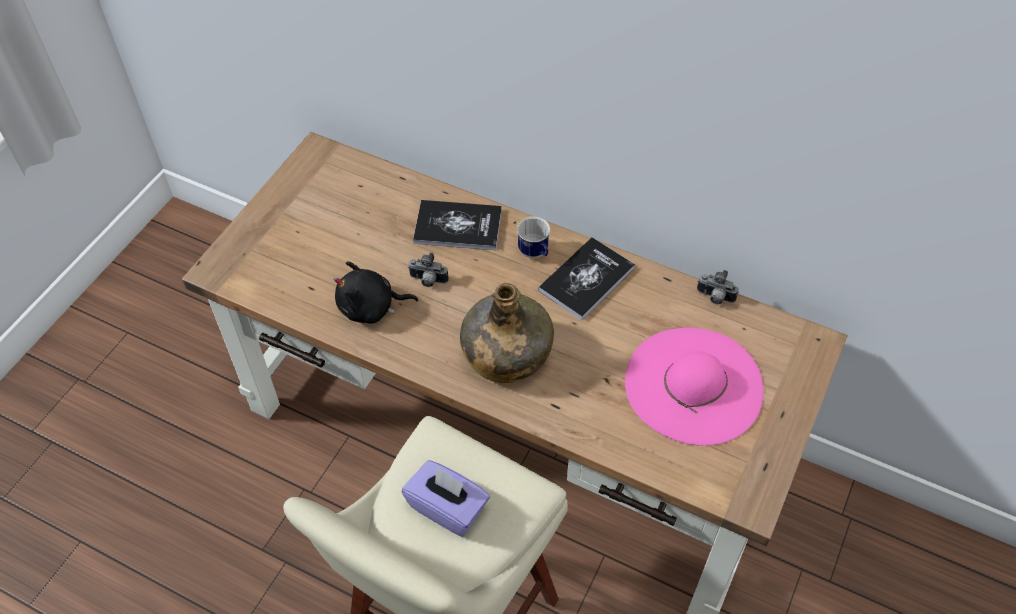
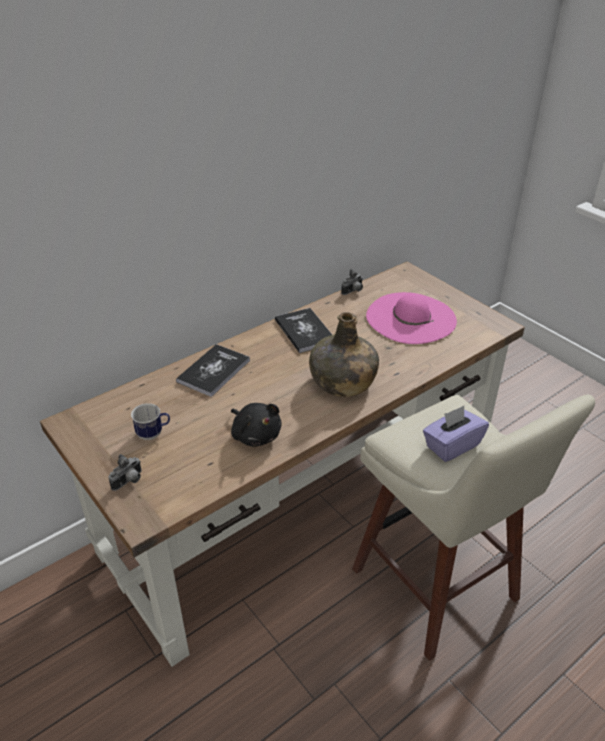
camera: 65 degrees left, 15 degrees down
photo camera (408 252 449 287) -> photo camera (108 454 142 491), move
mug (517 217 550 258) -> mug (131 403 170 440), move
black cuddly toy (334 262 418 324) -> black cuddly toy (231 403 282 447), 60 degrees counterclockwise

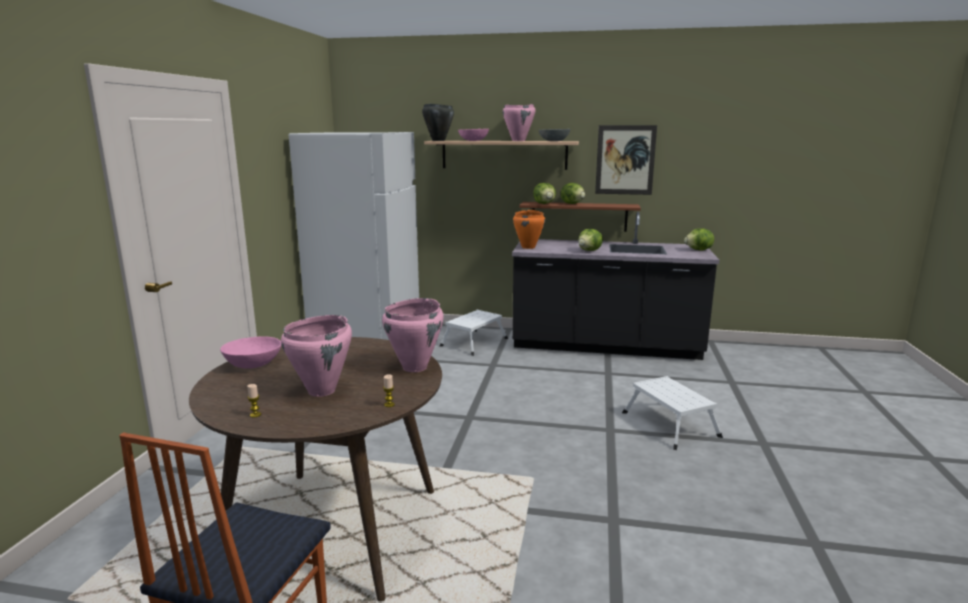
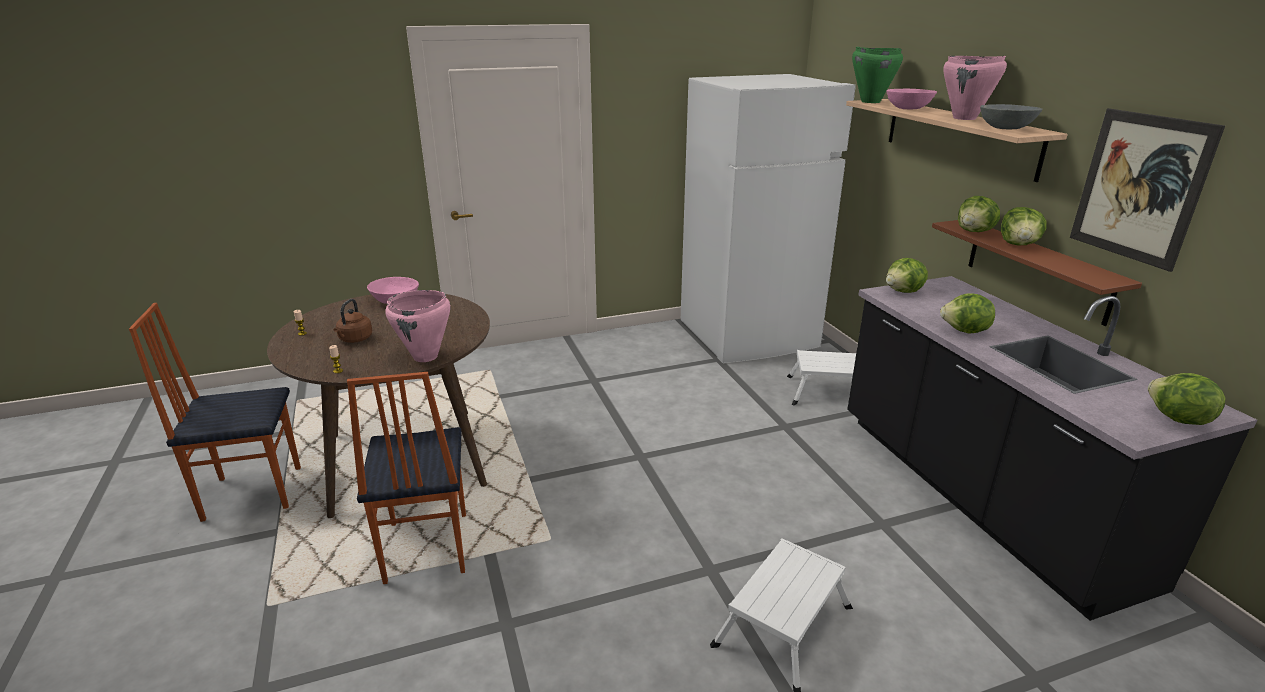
camera: 60 degrees right, 10 degrees up
none -> plain chair (347 372 466 584)
pinkish saucepot (281 315 352 397) -> brownish kettle (333 299 372 343)
orangey saucepot (513 210 545 249) -> lettuce head (886 258 928 293)
black saucepot (422 104 454 141) -> green-coloured saucepot (852 47 903 103)

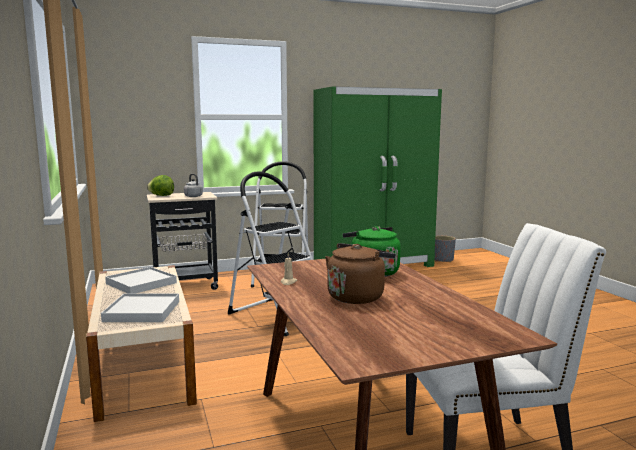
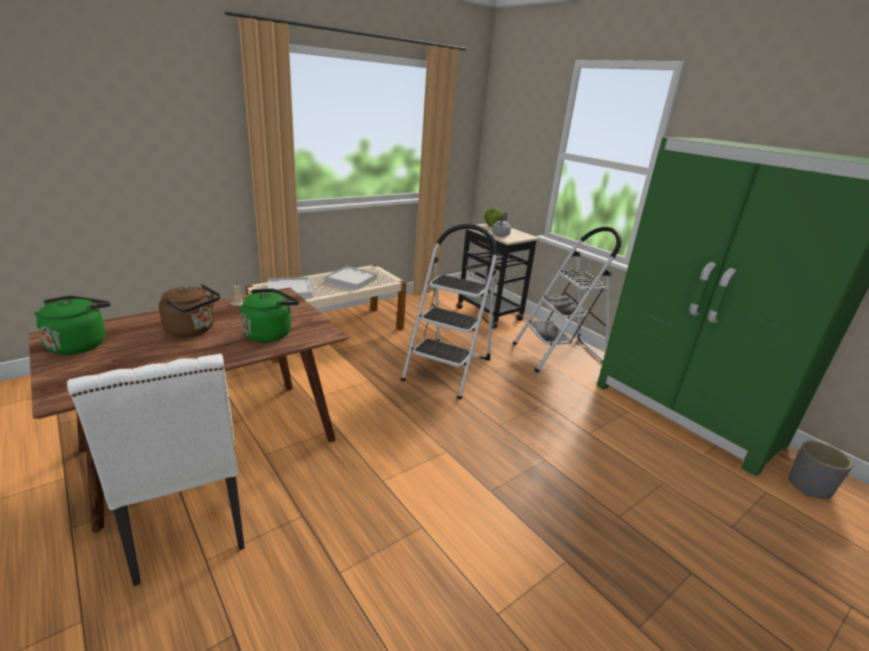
camera: 70 degrees right, 15 degrees up
none -> green-coloured kettle (34 296 111 355)

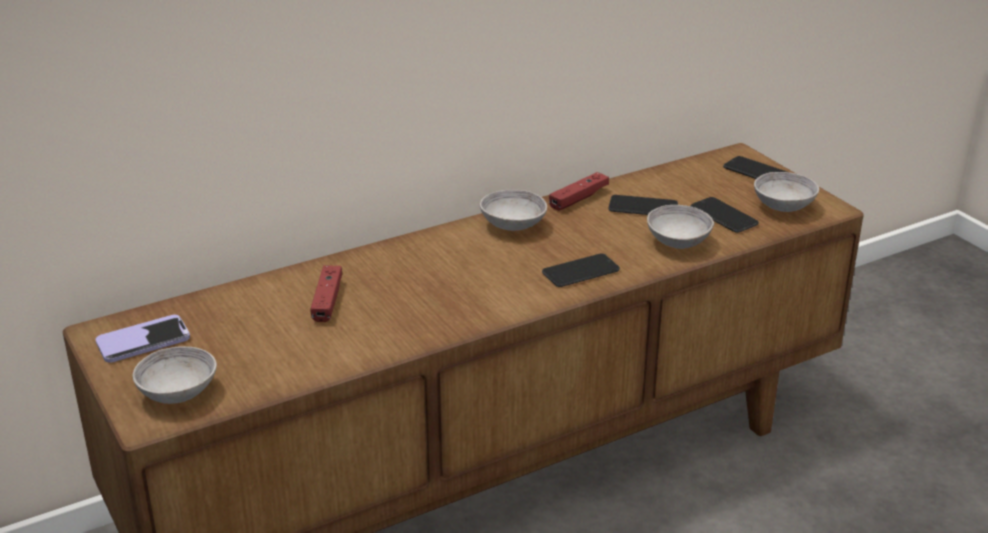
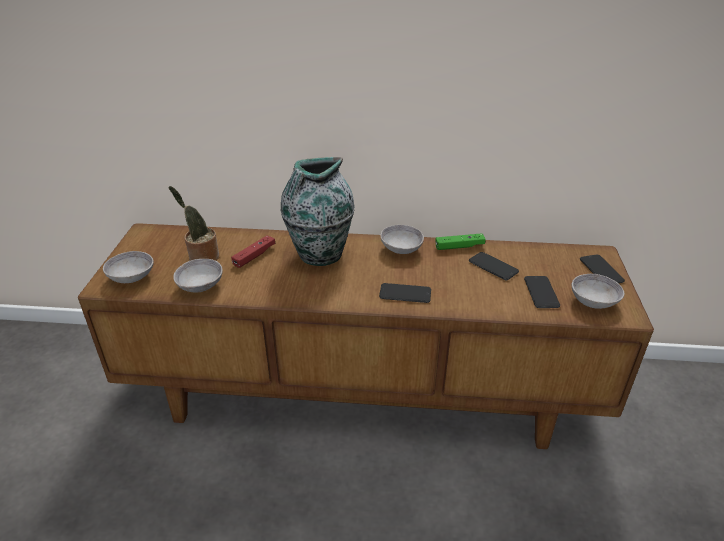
camera: 35 degrees right, 5 degrees up
telephone (96 315 190 363) -> none
none -> houseplant (169 186 219 261)
none -> vase (281 157 355 266)
gray bowl (647 205 714 249) -> gray bowl (173 259 223 292), move
red joypad (549 172 609 211) -> green-coloured joypad (436 233 486 250)

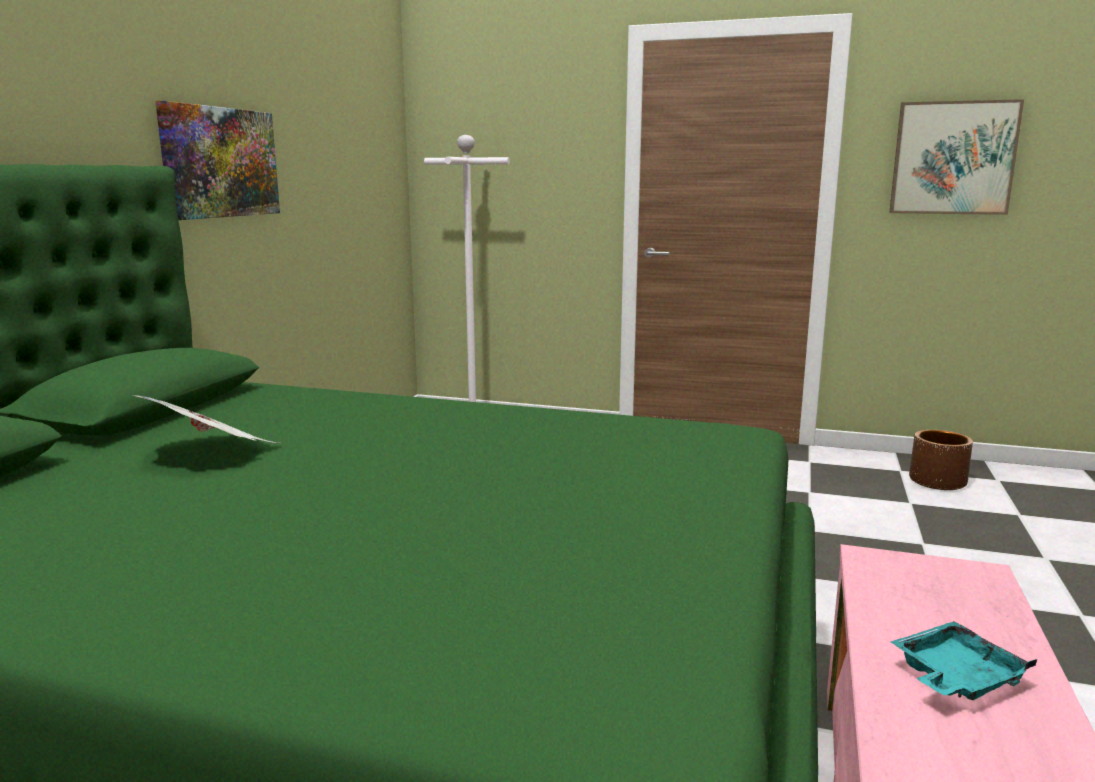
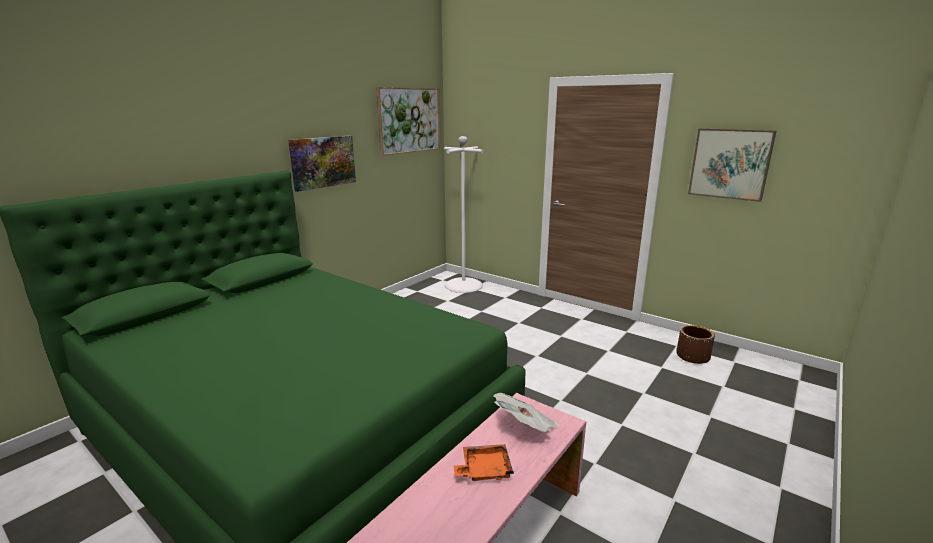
camera: 20 degrees right, 5 degrees up
none -> wall art (376 87 440 156)
newspaper (130 395 277 443) -> newspaper (494 393 560 433), move
turquoise carrying tray (891 621 1038 700) -> orangey carrying tray (454 444 514 481)

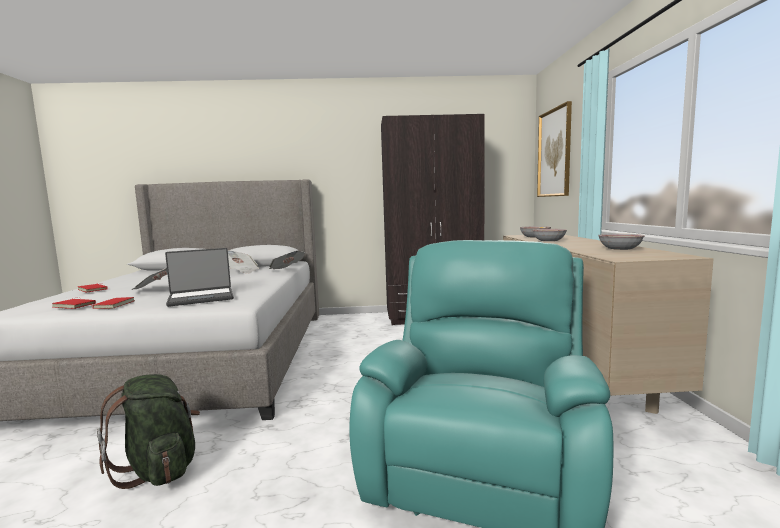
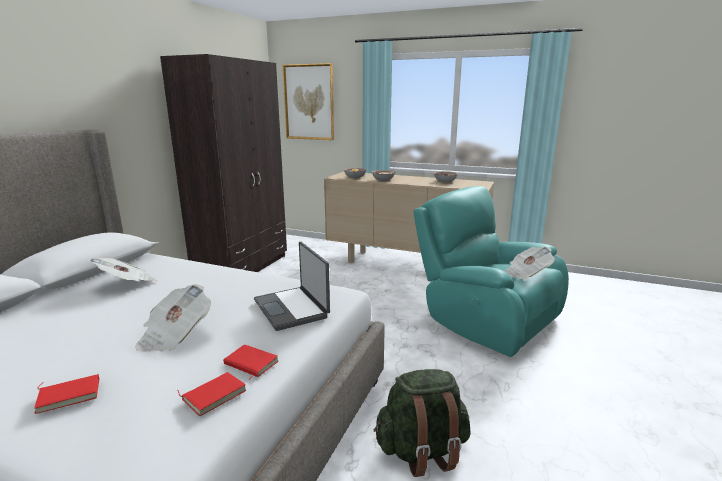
camera: 65 degrees left, 10 degrees up
newspaper (269 251 304 269) -> newspaper (505 247 555 280), move
notebook computer (165 248 234 307) -> notebook computer (254 242 330 331), 150 degrees clockwise

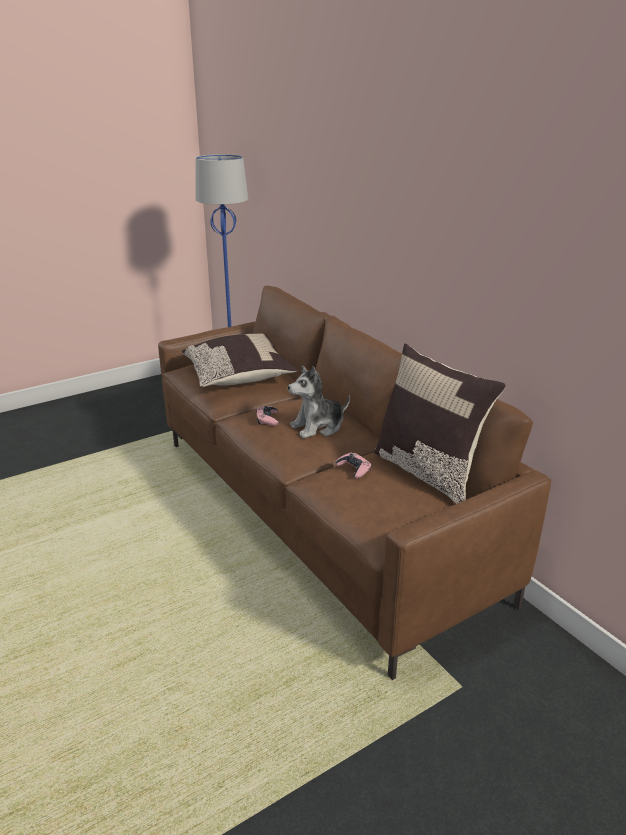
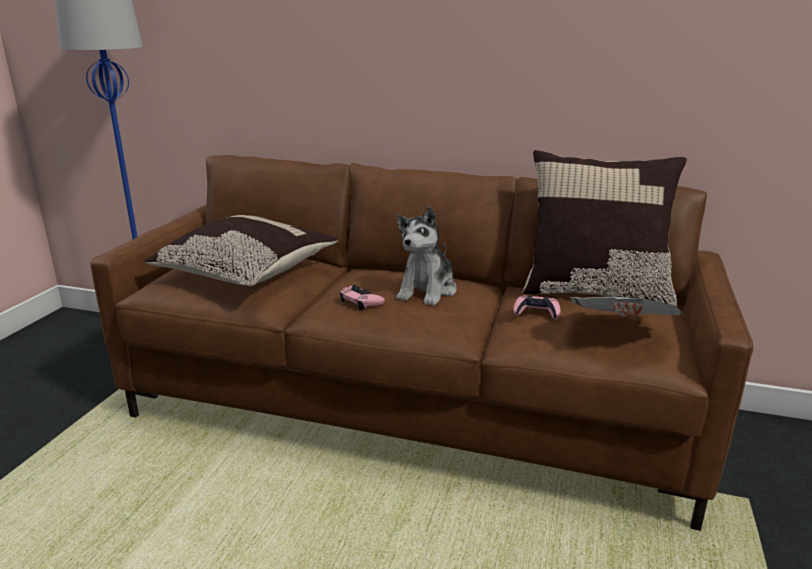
camera: 40 degrees left, 5 degrees down
none -> newspaper (569 297 683 317)

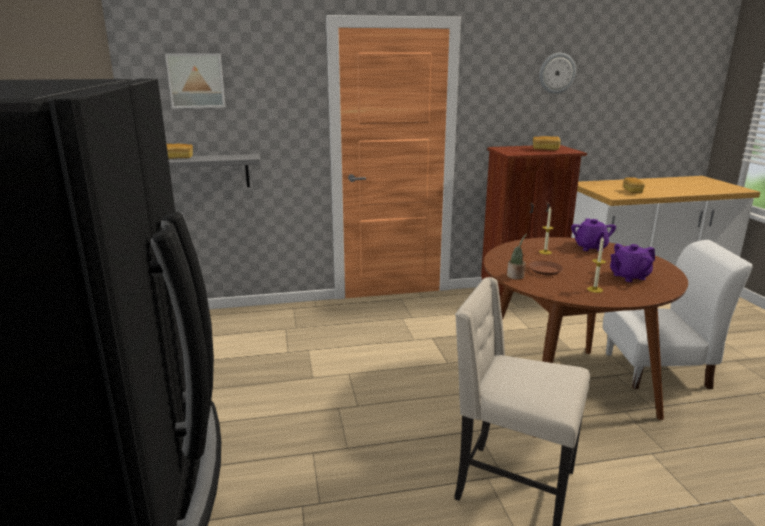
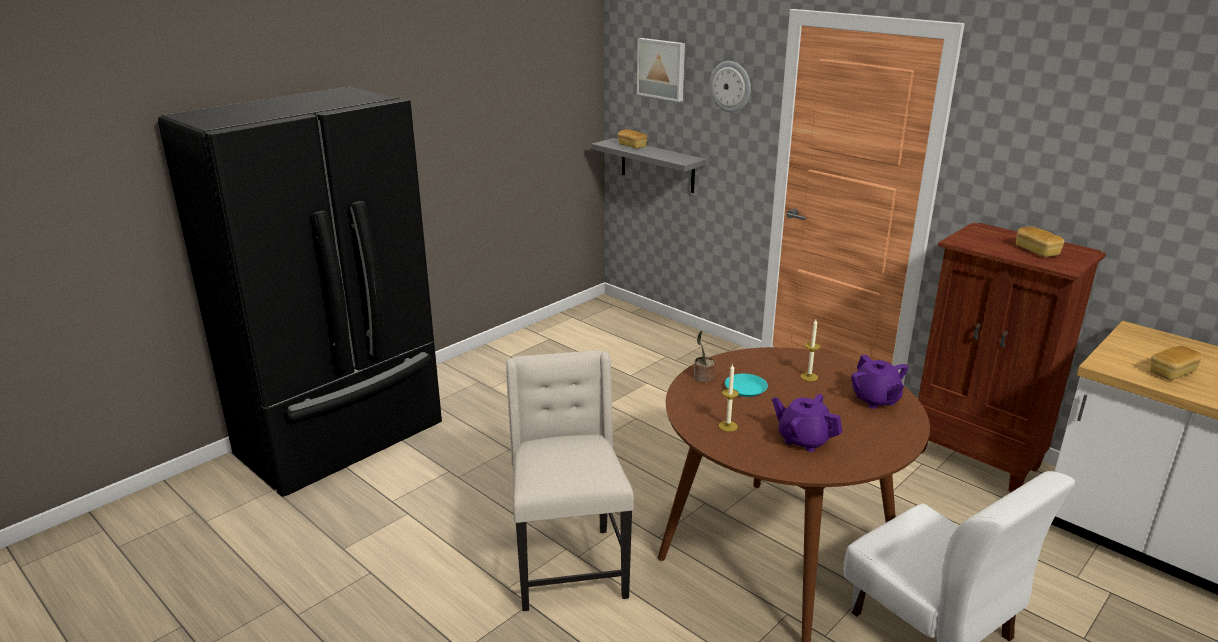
camera: 55 degrees right, 5 degrees up
hanging clock (540 53 576 94) -> hanging clock (710 61 751 112), move
brownish dinner plate (528 261 563 275) -> turquoise dinner plate (725 374 768 397)
purplish teapot (571 219 616 251) -> purplish teapot (851 355 908 409), 75 degrees counterclockwise

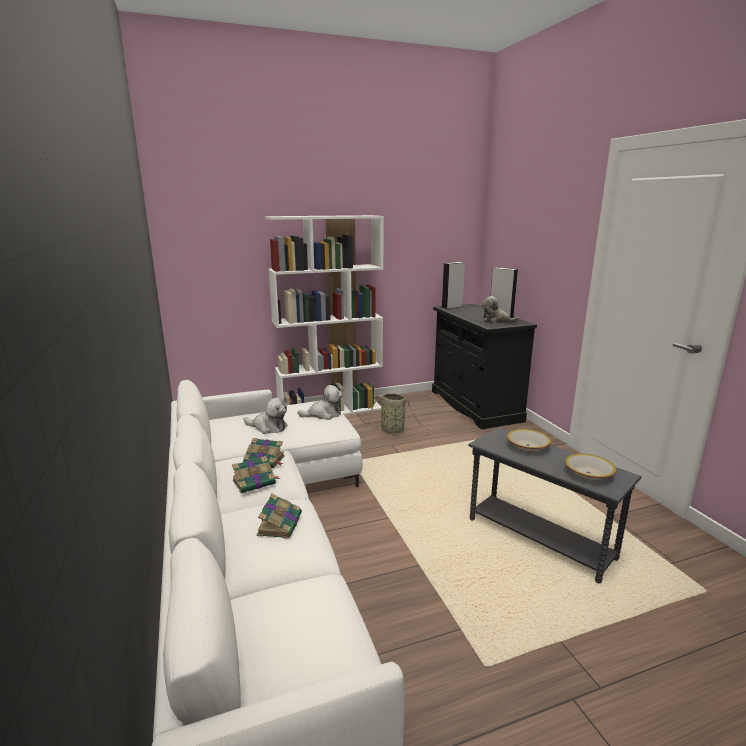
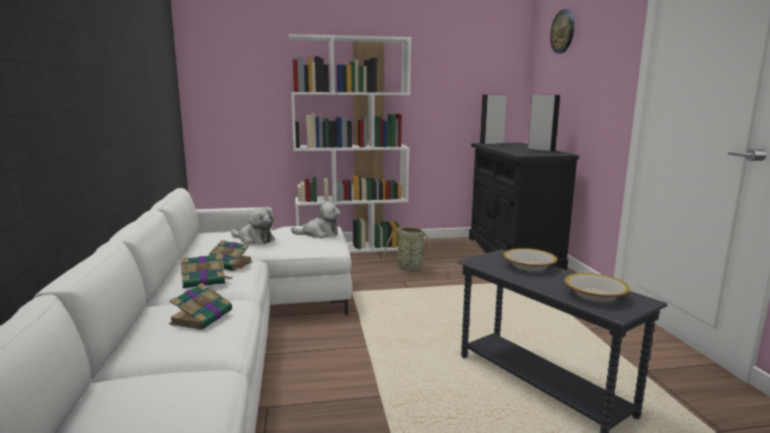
camera: 10 degrees right, 5 degrees down
cuddly toy (482 296 519 323) -> none
none -> hanging clock (550 9 574 54)

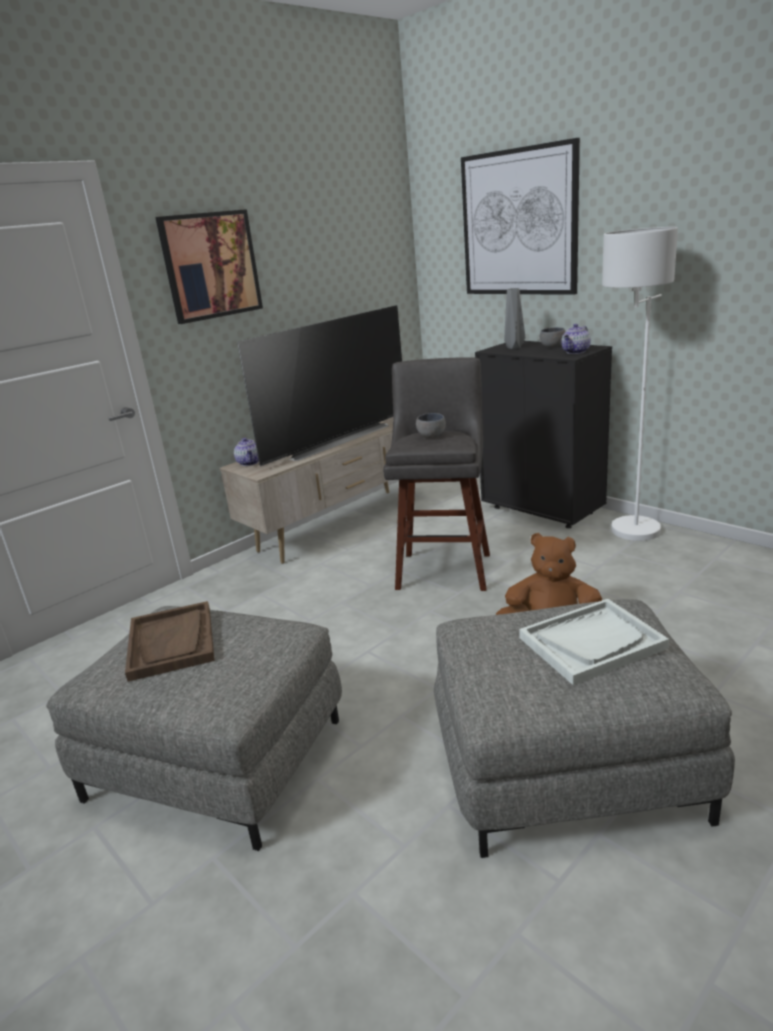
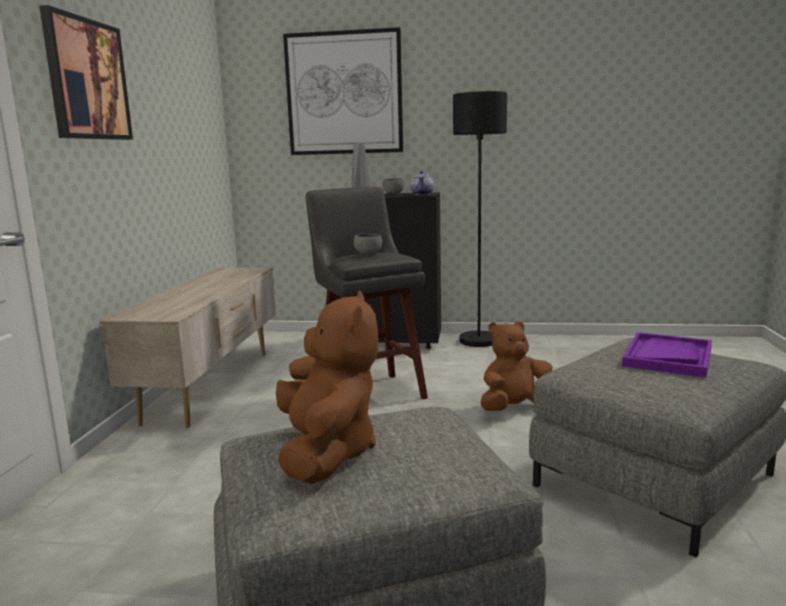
camera: 40 degrees left, 10 degrees down
teapot (234 438 259 466) -> none
television (237 305 402 466) -> none
brownish carrying tray (125 601 215 682) -> brownish cuddly toy (276 290 378 484)
whitish carrying tray (519 599 669 685) -> purplish carrying tray (622 332 712 377)
whitish standing lamp (602 227 678 541) -> black standing lamp (453 91 507 347)

